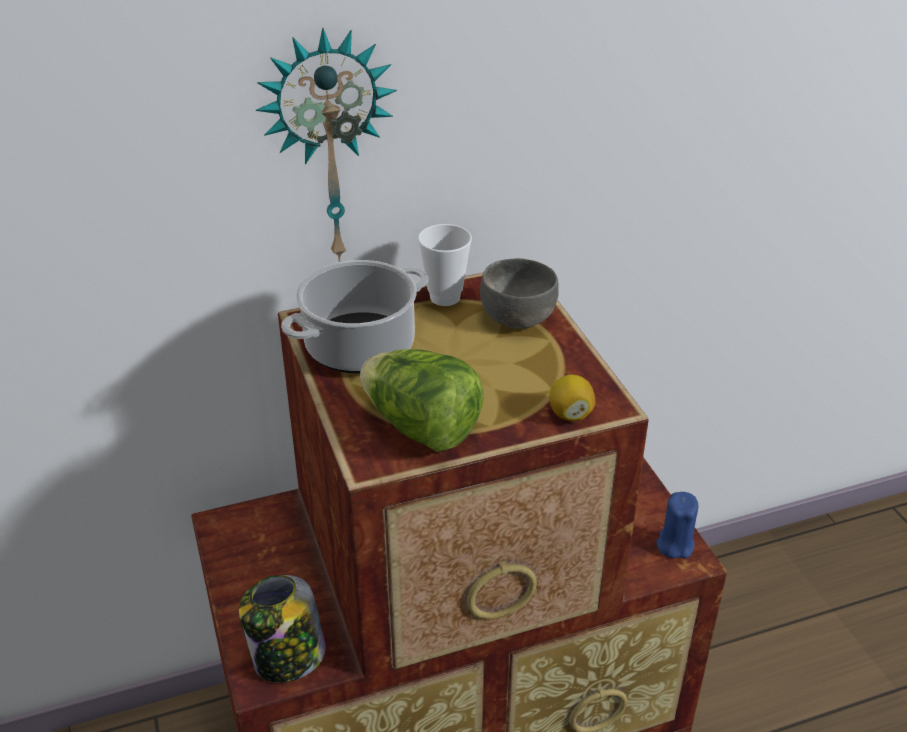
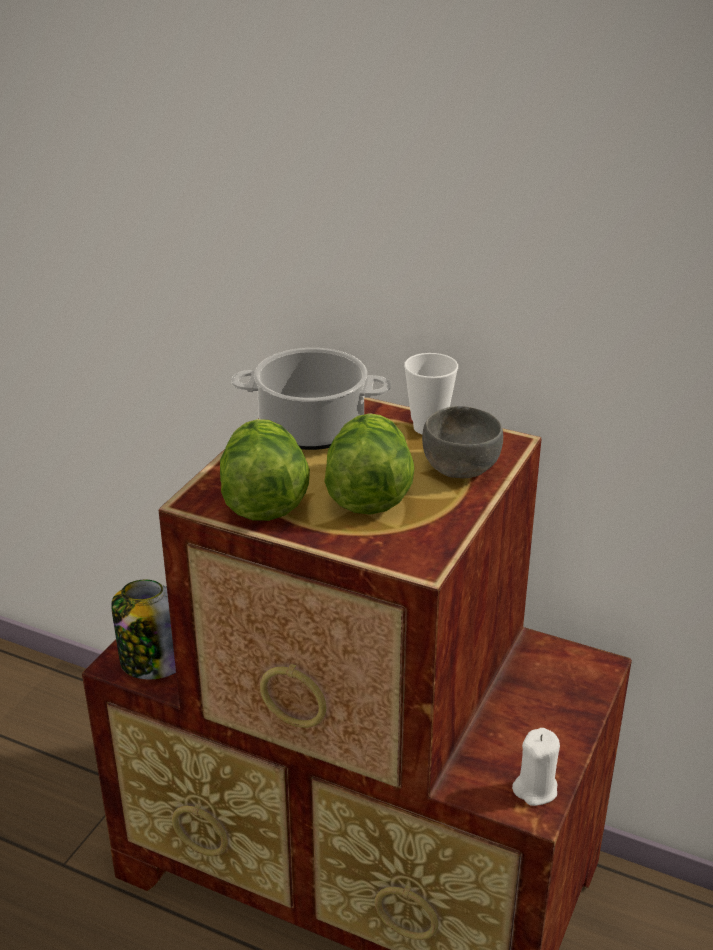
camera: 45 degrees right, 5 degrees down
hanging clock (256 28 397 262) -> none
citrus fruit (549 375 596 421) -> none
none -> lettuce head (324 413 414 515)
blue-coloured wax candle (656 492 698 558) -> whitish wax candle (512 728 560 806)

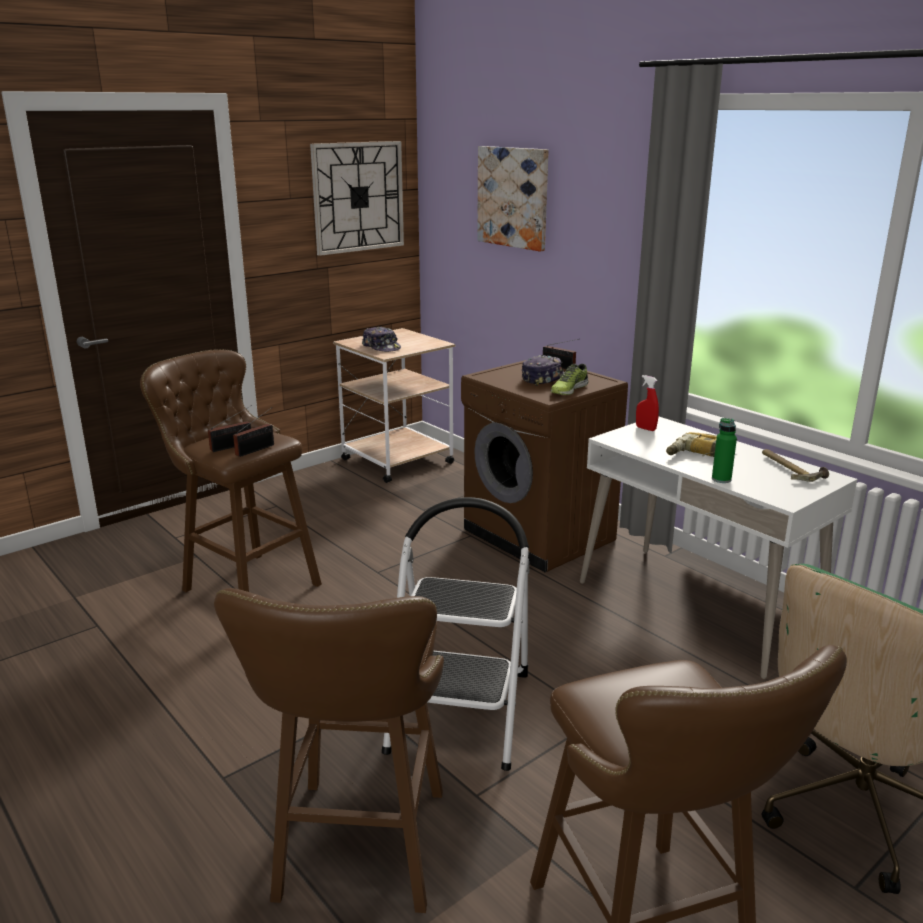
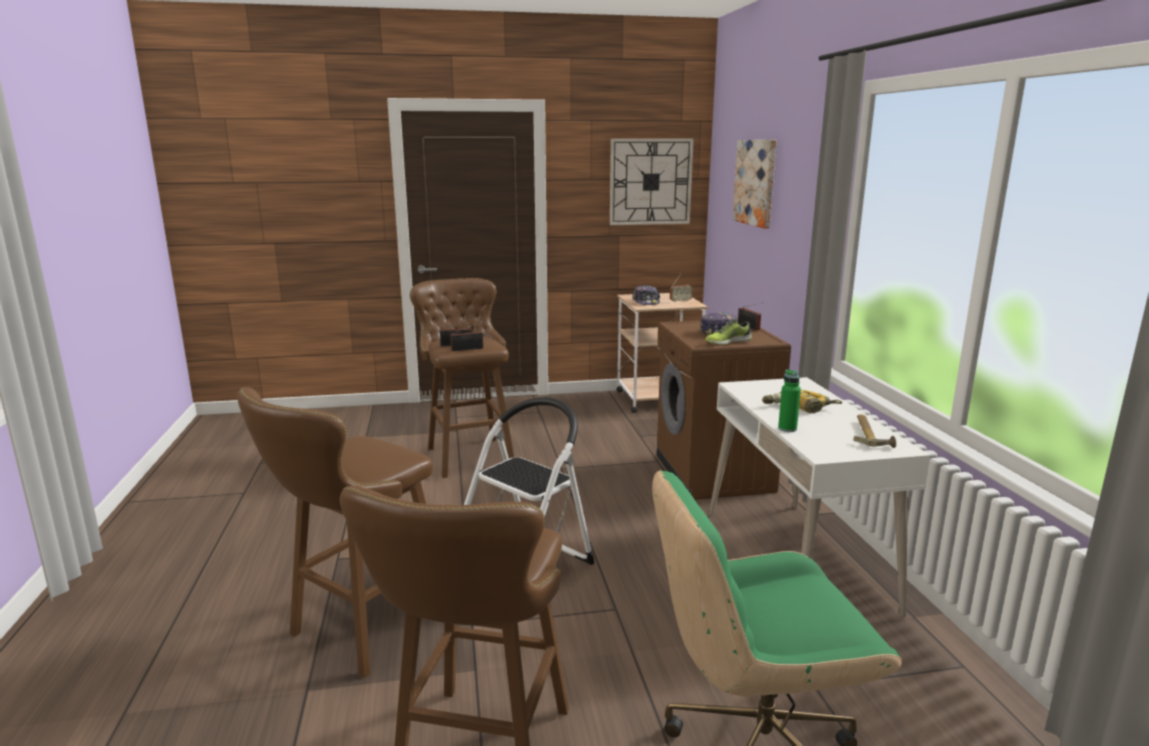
camera: 30 degrees right, 5 degrees down
red hand sprayer (636 375 659 431) -> none
none -> radio (670 274 693 302)

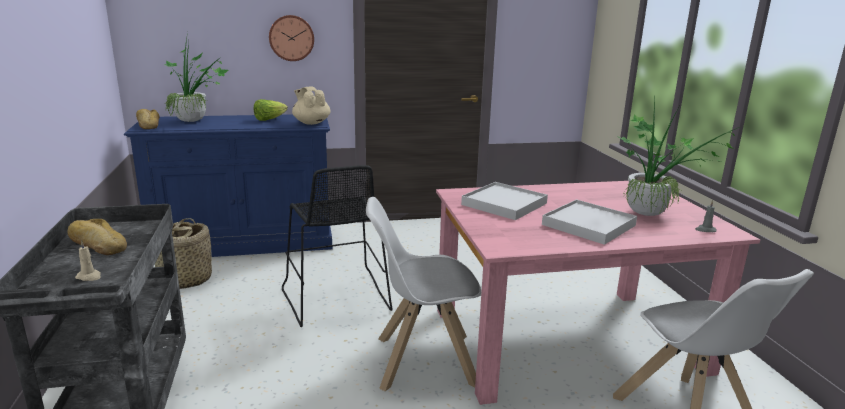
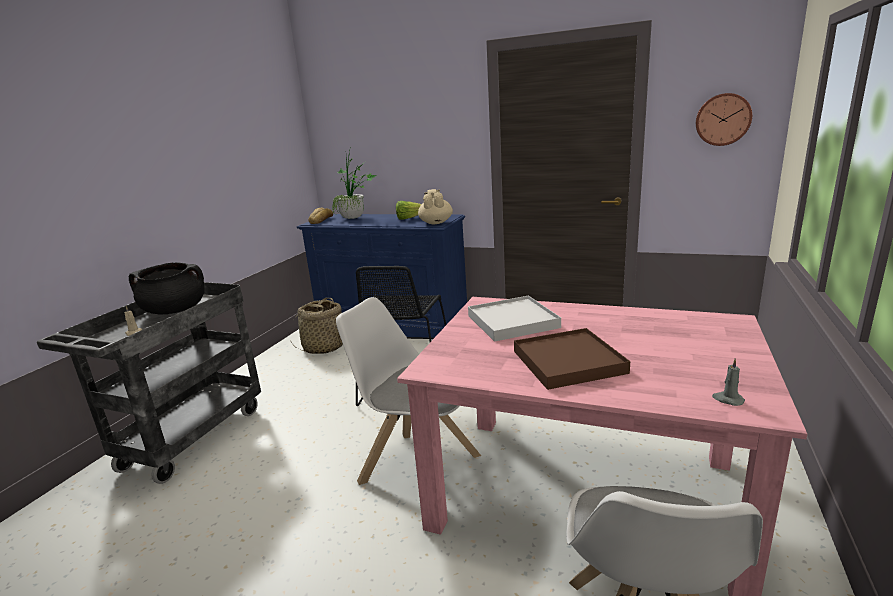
camera: 35 degrees right, 0 degrees up
houseplant (616 99 739 216) -> none
hanging clock (269 15 314 61) -> hanging clock (696 93 752 146), move
baked bread (67 219 127 255) -> black saucepot (129 262 205 314)
whitish carrying tray (542 199 637 245) -> brownish carrying tray (514 328 630 390)

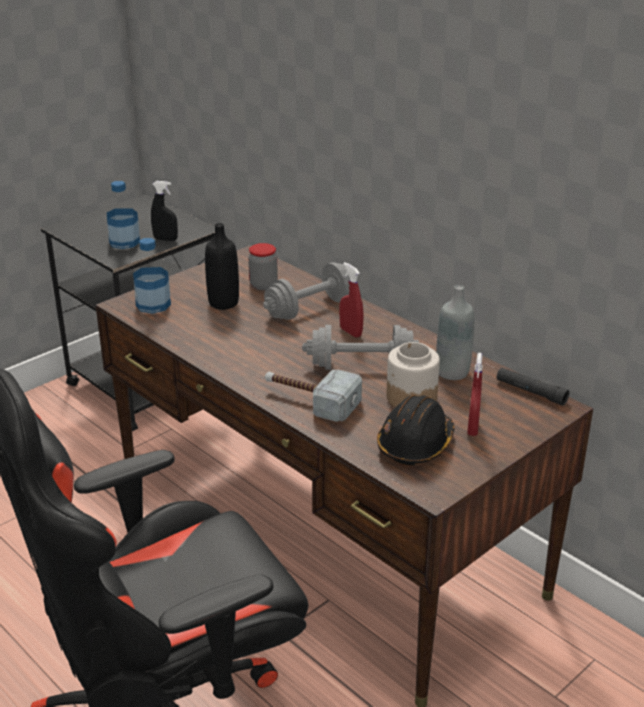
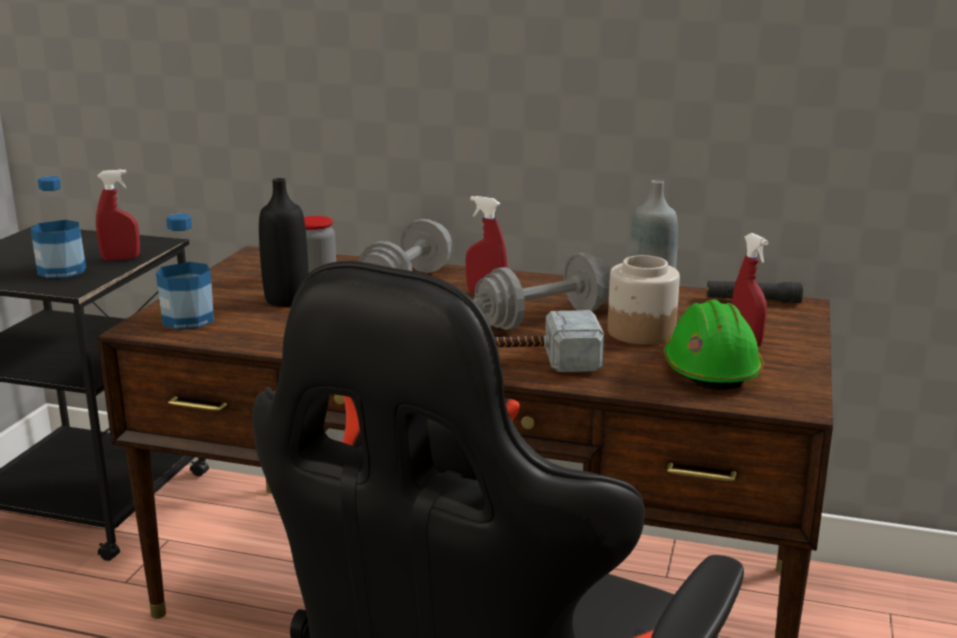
camera: 30 degrees left, 10 degrees down
black hand sprayer (151 181 178 241) -> red hand sprayer (96 169 140 261)
black safety helmet (377 395 455 466) -> green-coloured safety helmet (664 300 764 390)

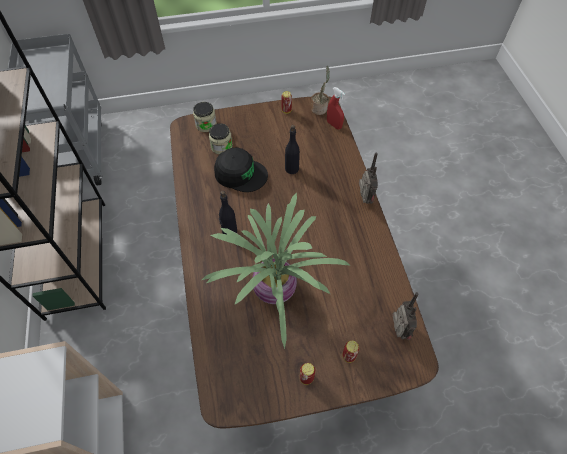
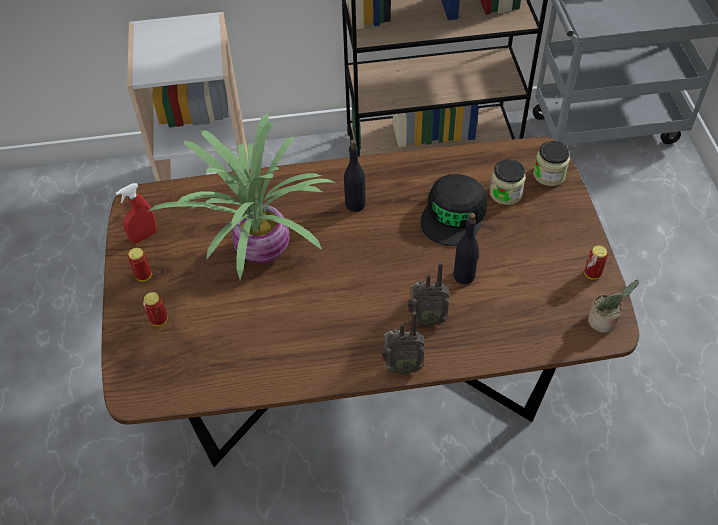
camera: 95 degrees right, 5 degrees down
red hand sprayer (327 87 345 129) -> red hand sprayer (116 183 157 243), move
radio (392 292 419 340) -> radio (407 262 450 326), move

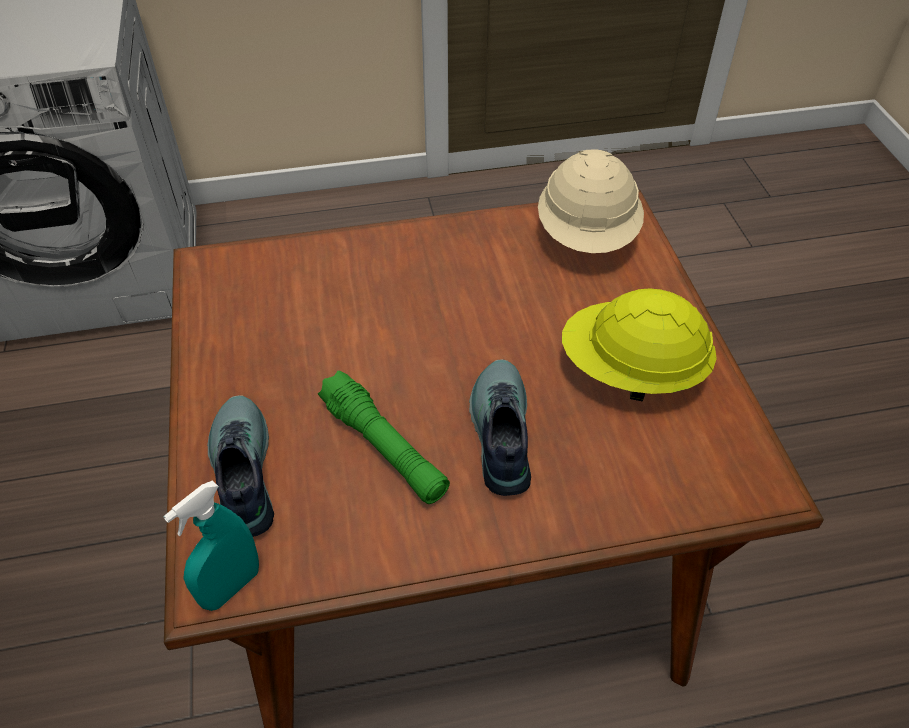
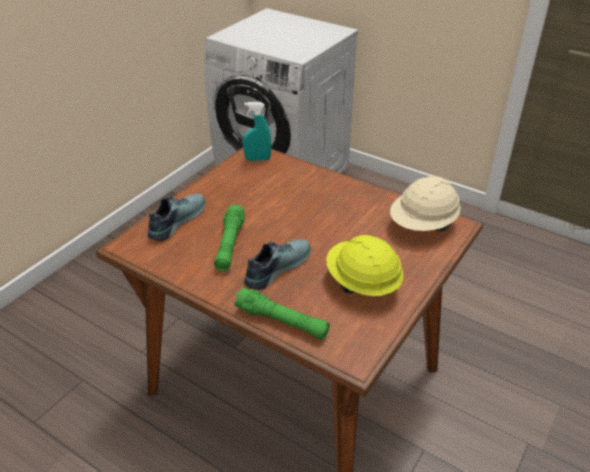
camera: 45 degrees right, 10 degrees down
none -> green-coloured flashlight (234 287 330 340)
turquoise hand sprayer (163 481 259 611) -> turquoise hand sprayer (243 102 271 161), move

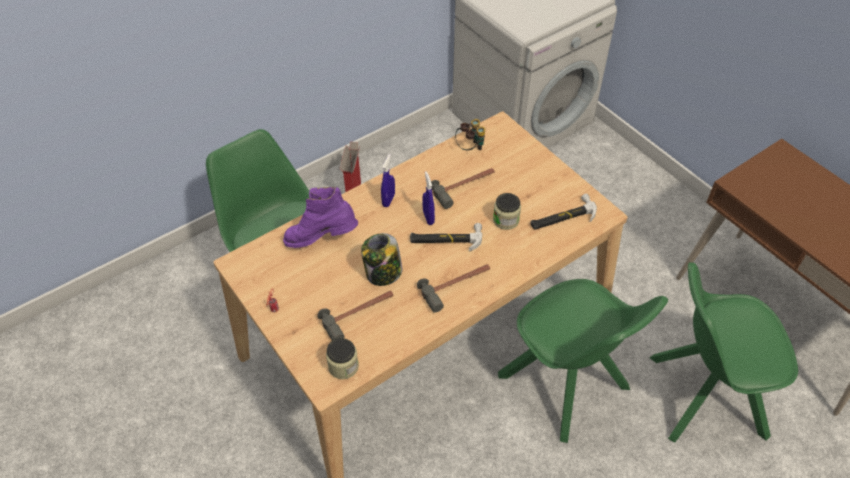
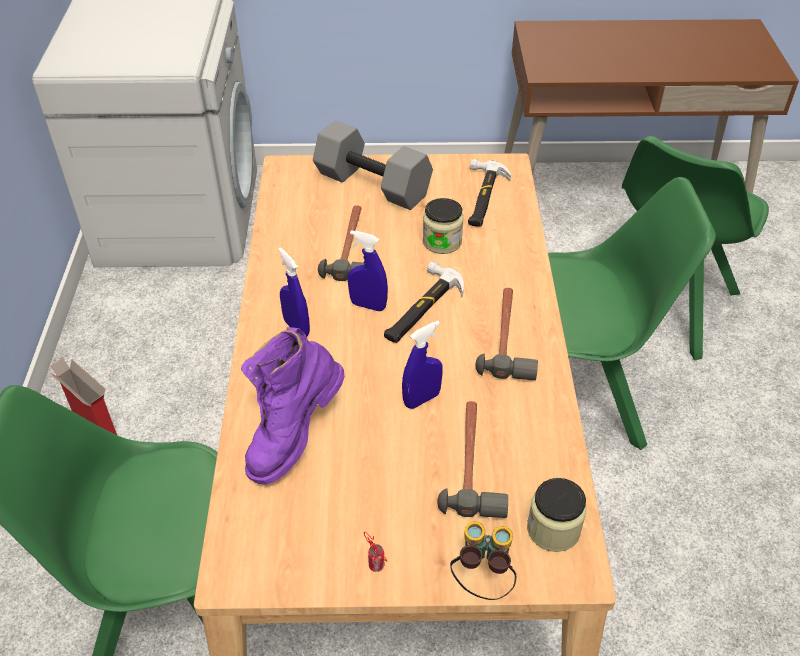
camera: 55 degrees left, 5 degrees down
none -> gray free weight (313 120 433 210)
binoculars (455 119 485 150) -> binoculars (450 521 516 600), move
jar (361 233 402 286) -> blue-coloured hand sprayer (402 321 443 409)

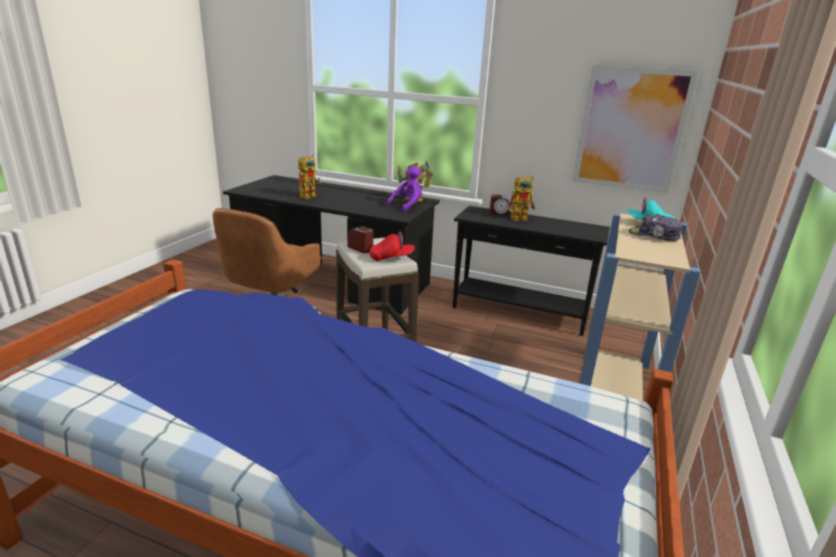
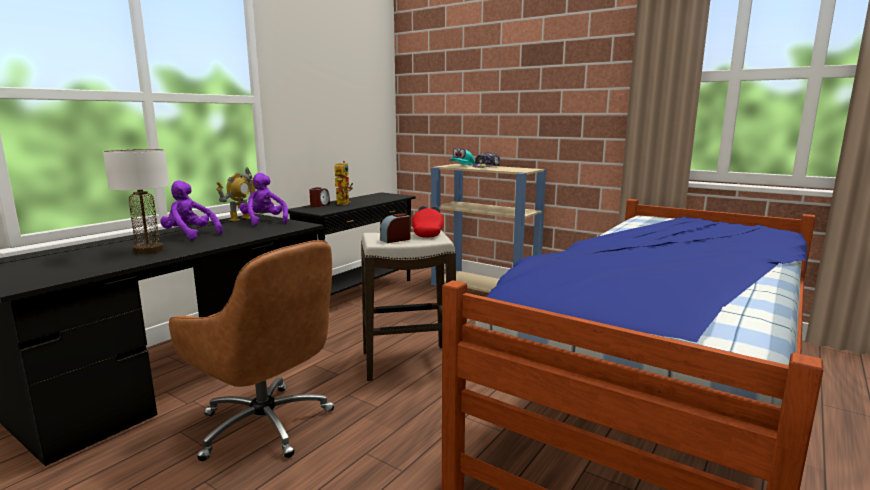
camera: 75 degrees left, 10 degrees down
wall art (573 65 699 194) -> none
none -> purplish cuddly toy (160 180 223 239)
robot figure (298 155 321 199) -> table lamp (103 149 169 254)

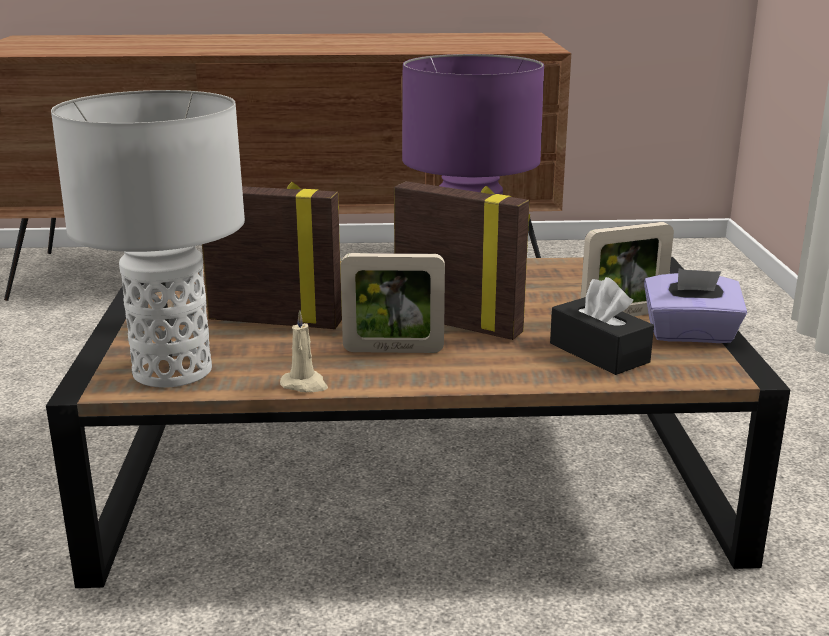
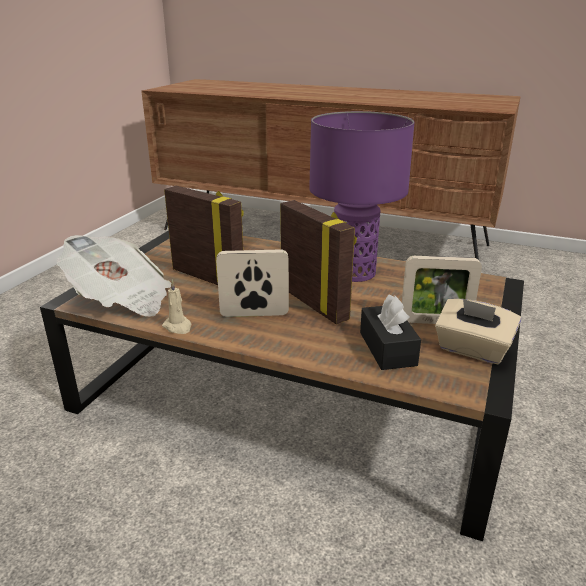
camera: 25 degrees right, 5 degrees up
whitish table lamp (51 90 245 388) -> newspaper (57 235 171 317)
purplish box of tissues (644 269 747 343) -> sand-coloured box of tissues (435 299 521 364)
standing frame (340 253 445 353) -> standing frame (216 249 289 317), 150 degrees clockwise

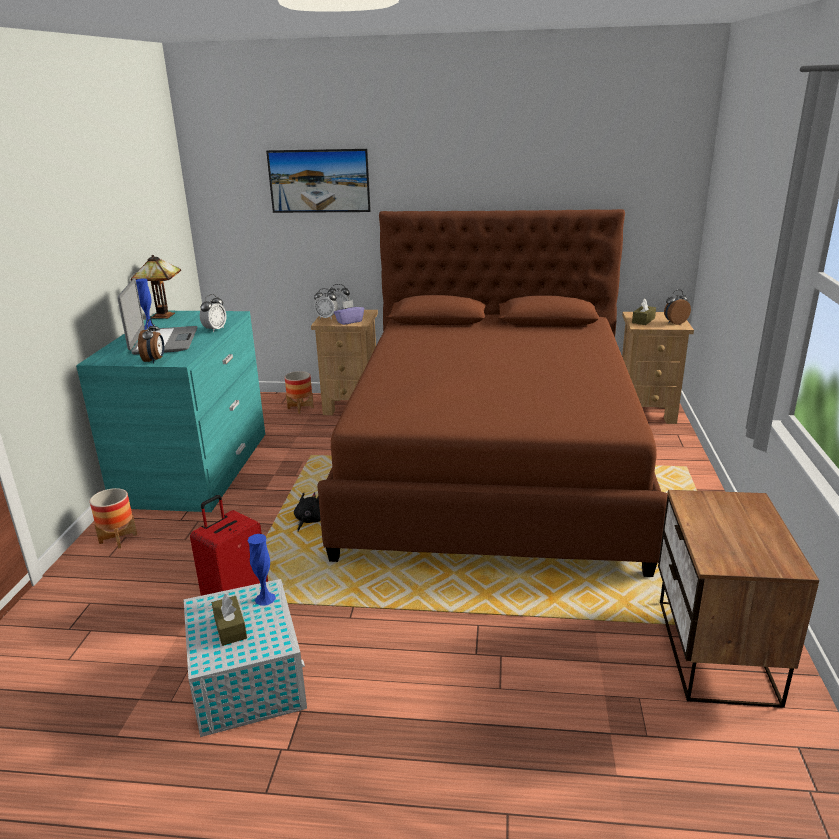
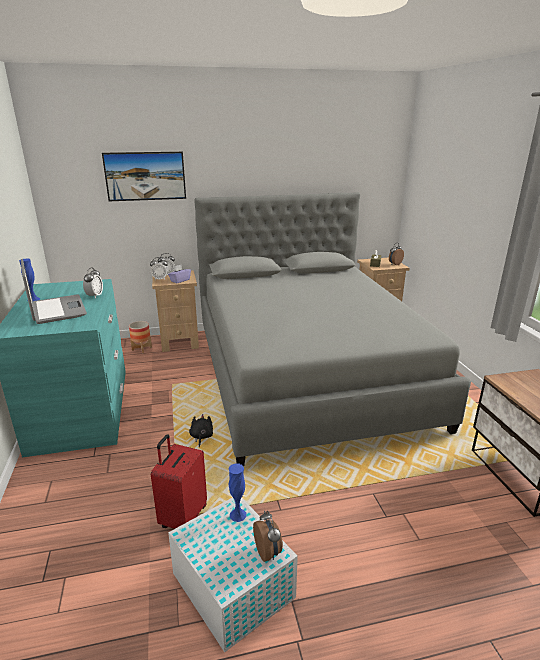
camera: 20 degrees left, 0 degrees up
flower pot (90 488 137 549) -> none
table lamp (131 255 181 319) -> none
brownish box of tissues (212 593 247 646) -> none
table clock (138 319 164 364) -> table clock (253 511 283 562), move
brownish bed (317 209 668 577) -> gray bed (194 192 471 466)

